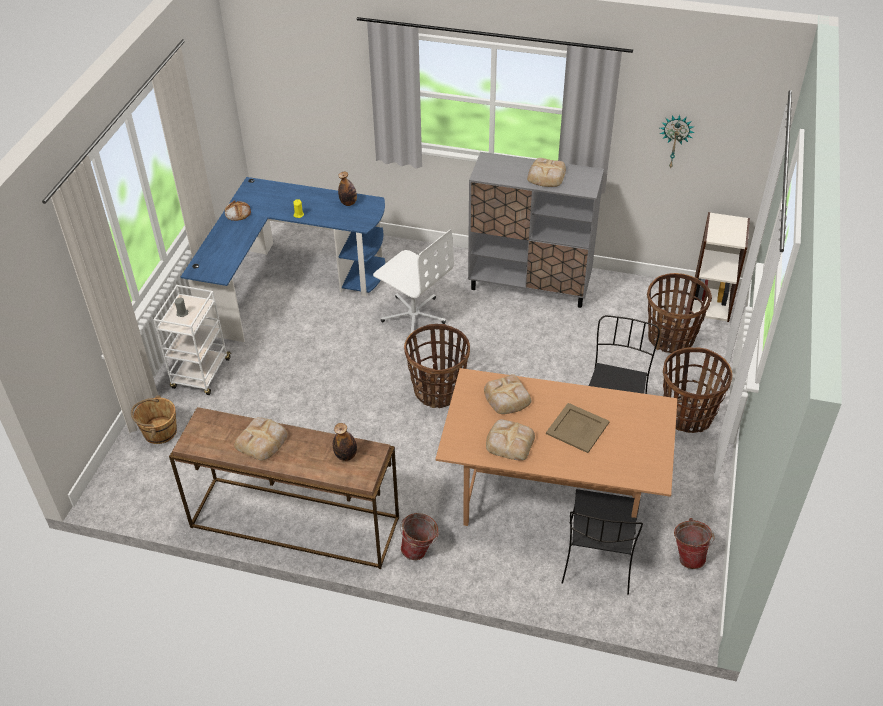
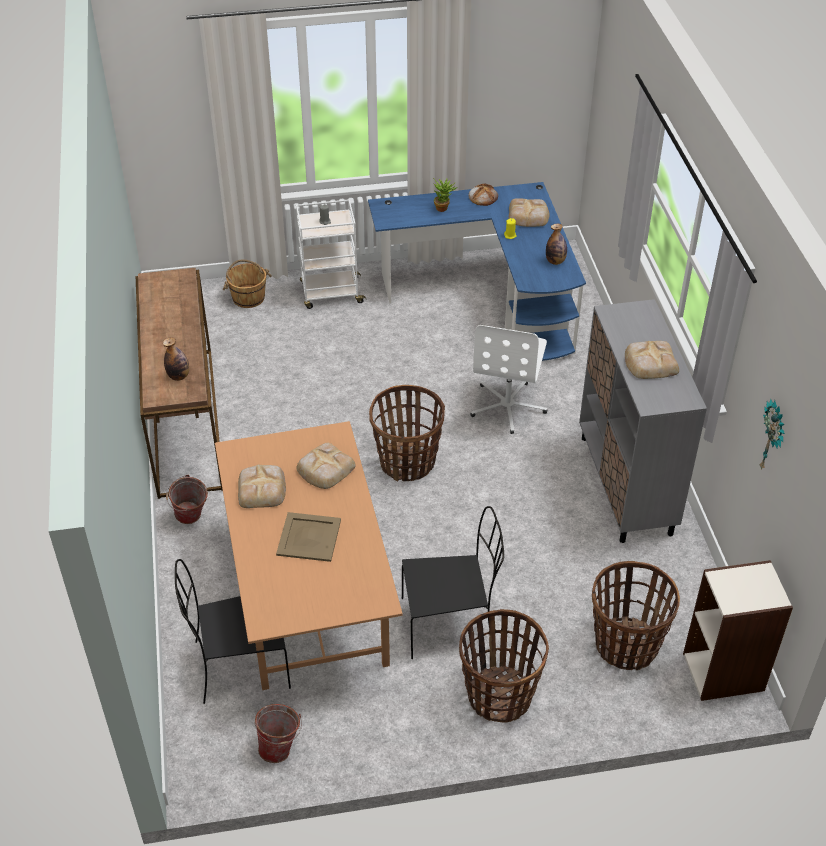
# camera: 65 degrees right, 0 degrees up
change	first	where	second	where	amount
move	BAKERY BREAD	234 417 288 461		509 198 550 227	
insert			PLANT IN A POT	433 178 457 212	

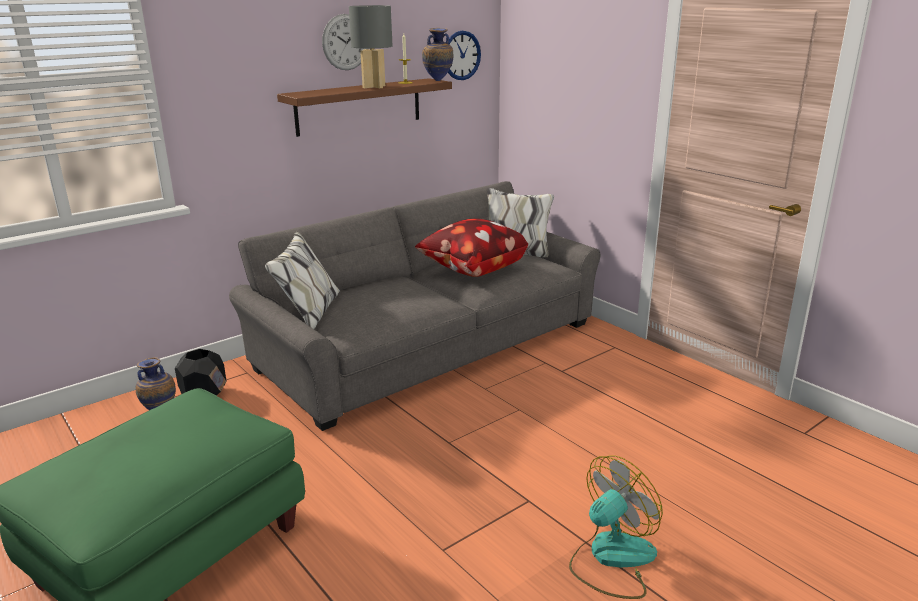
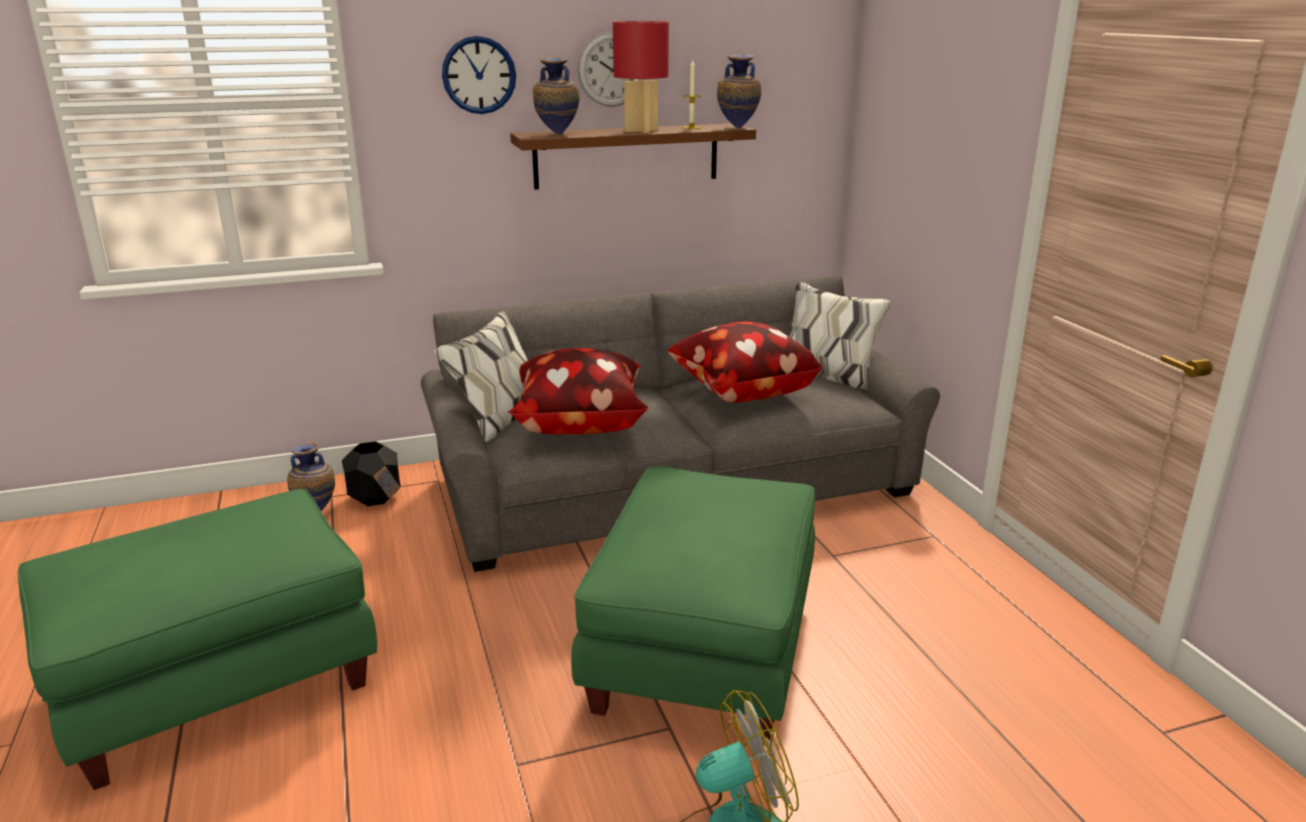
# camera: 20 degrees right, 0 degrees up
change	first	where	second	where	amount
recolor	GREY LAMP FOR A TABLE	349 5 393 88	REDDISH LAMP FOR A TABLE	613 21 669 133	
move	HANGING CLOCK	448 31 481 80		442 36 516 114	
insert			VASE	533 57 580 134	
insert			PILLOW	507 348 649 435	
insert			GREEN-COLOURED OTTOMAN	571 466 815 745	

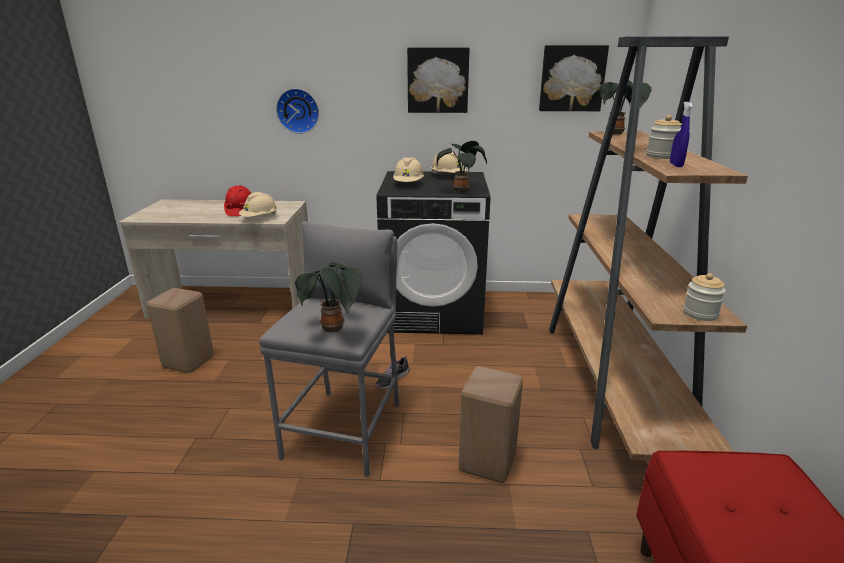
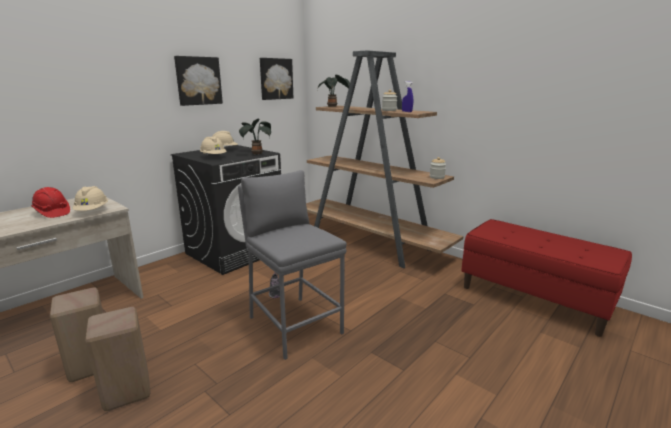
# camera: 50 degrees left, 5 degrees down
change	first	where	second	where	amount
delete	HANGING CLOCK	276 88 319 134			
delete	PLANT IN A POT	295 262 362 332			
move	BEIGE-COLOURED STOOL	459 366 523 483		85 307 151 411	

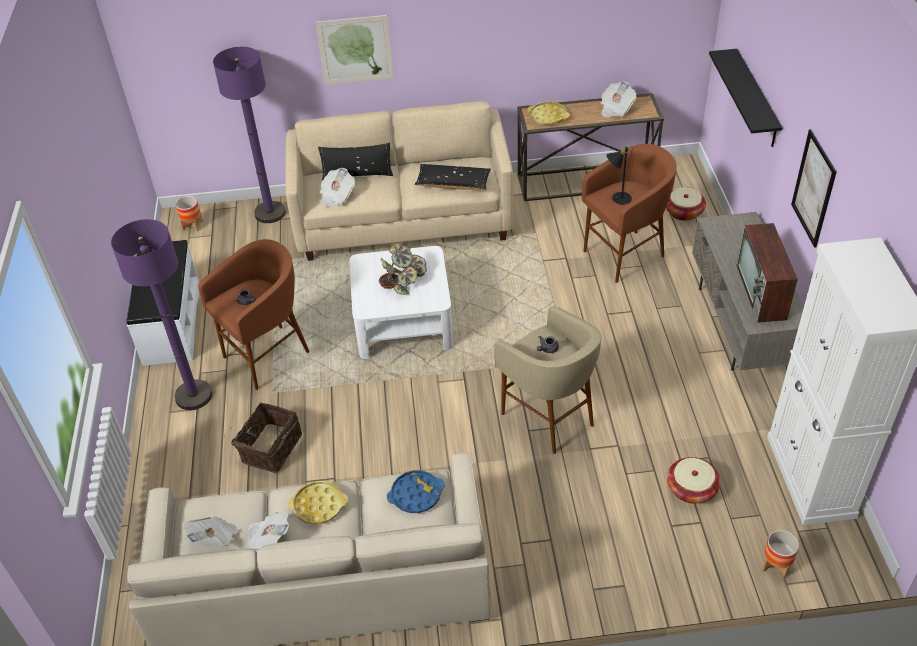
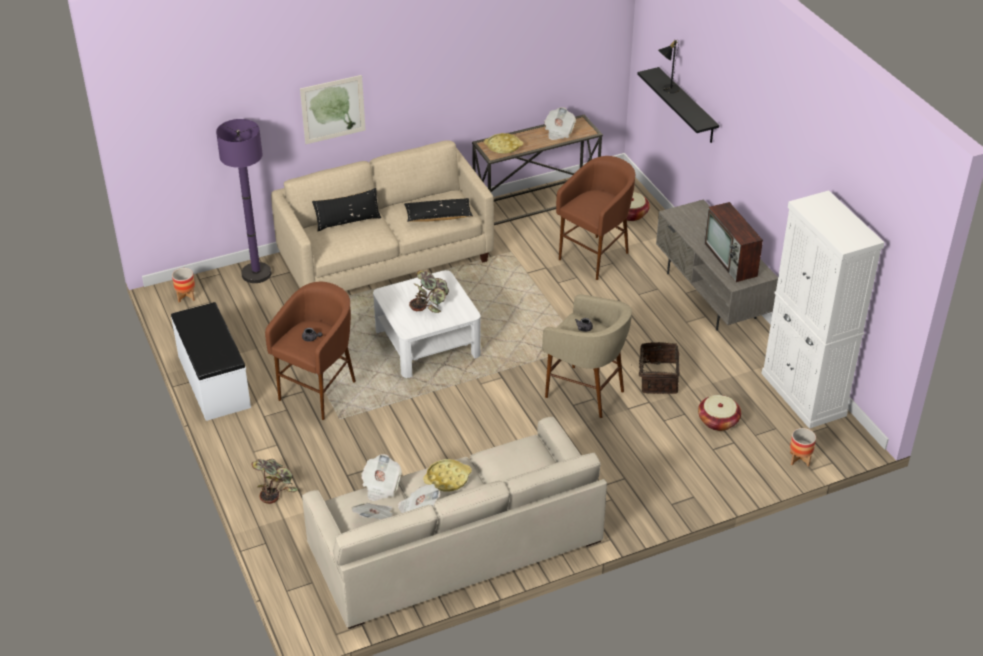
# camera: 20 degrees left, 5 degrees down
change	first	where	second	where	amount
delete	WALL PICTURE	791 129 837 248			
move	BLACK LAMP FOR A TABLE	607 145 632 205		658 40 680 93	
move	PRINTED PAPER	320 168 355 207		361 454 402 501	
delete	PURPLE FLOOR LAMP	111 219 212 410			
move	HOUSEHOLD BASKET	224 403 302 473		639 342 680 394	
delete	BLUE TRAY	387 470 445 513			
insert			PLANT IN A POT	251 459 298 504	

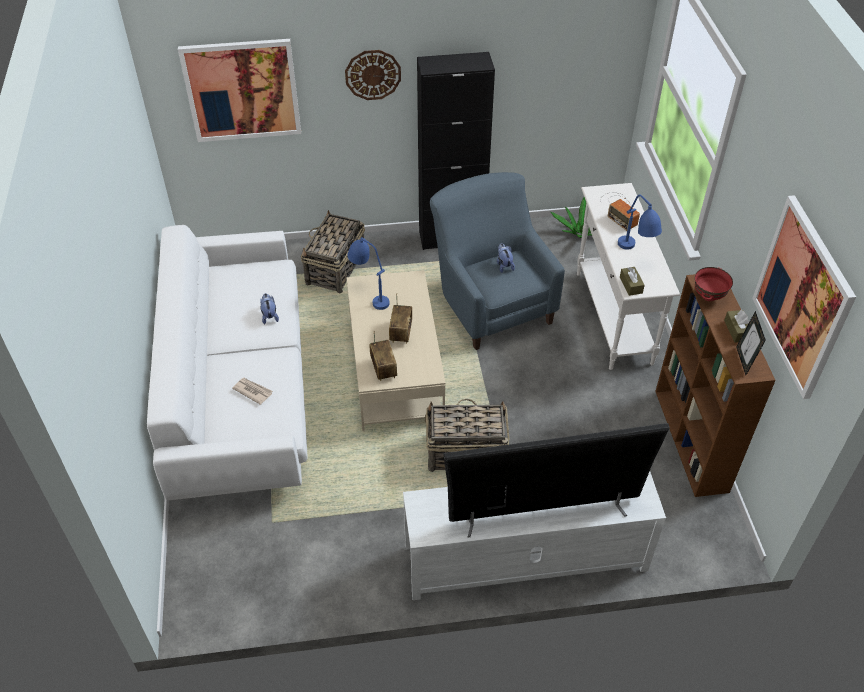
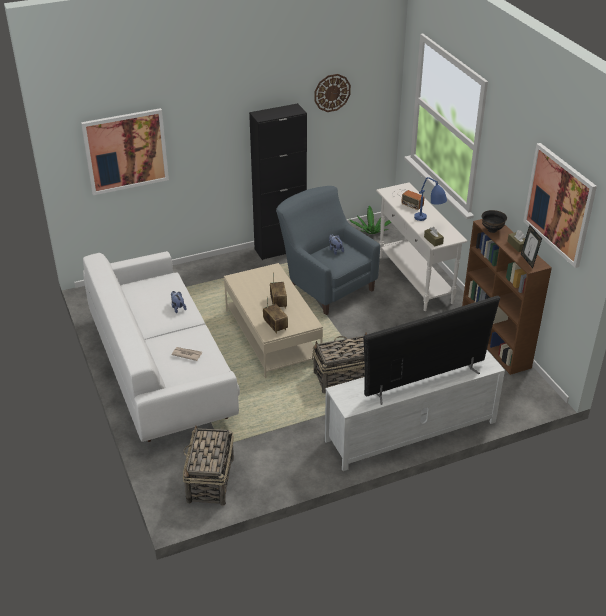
# camera: 15 degrees left, 10 degrees down
change	first	where	second	where	amount
move	HANGING CLOCK	345 50 401 100		314 74 351 112	
move	HOUSEHOLD BASKET	301 210 365 293		183 426 234 506	
delete	BLUE LAMP FOR A TABLE	347 237 390 310			
recolor	REDDISH DEEP DISH	695 267 733 301	BLACK DEEP DISH	482 210 507 233	

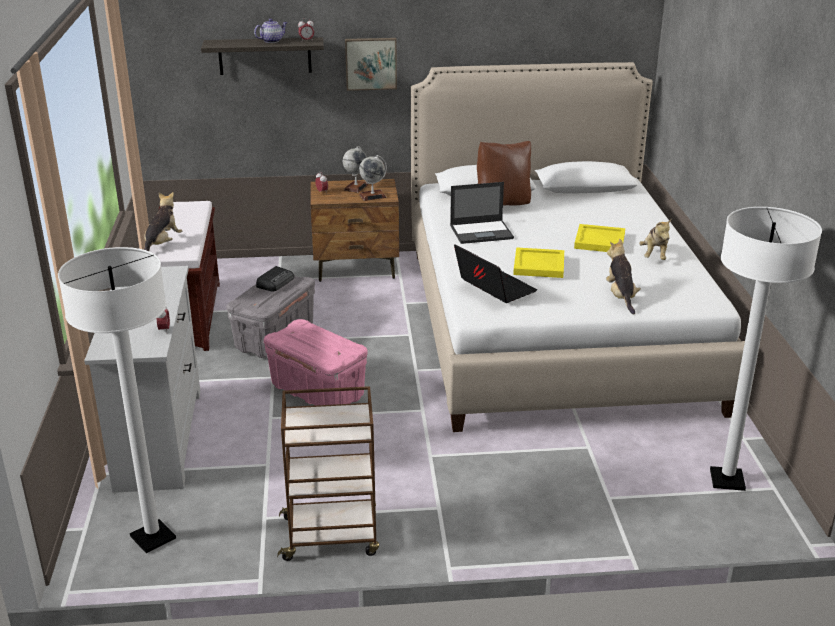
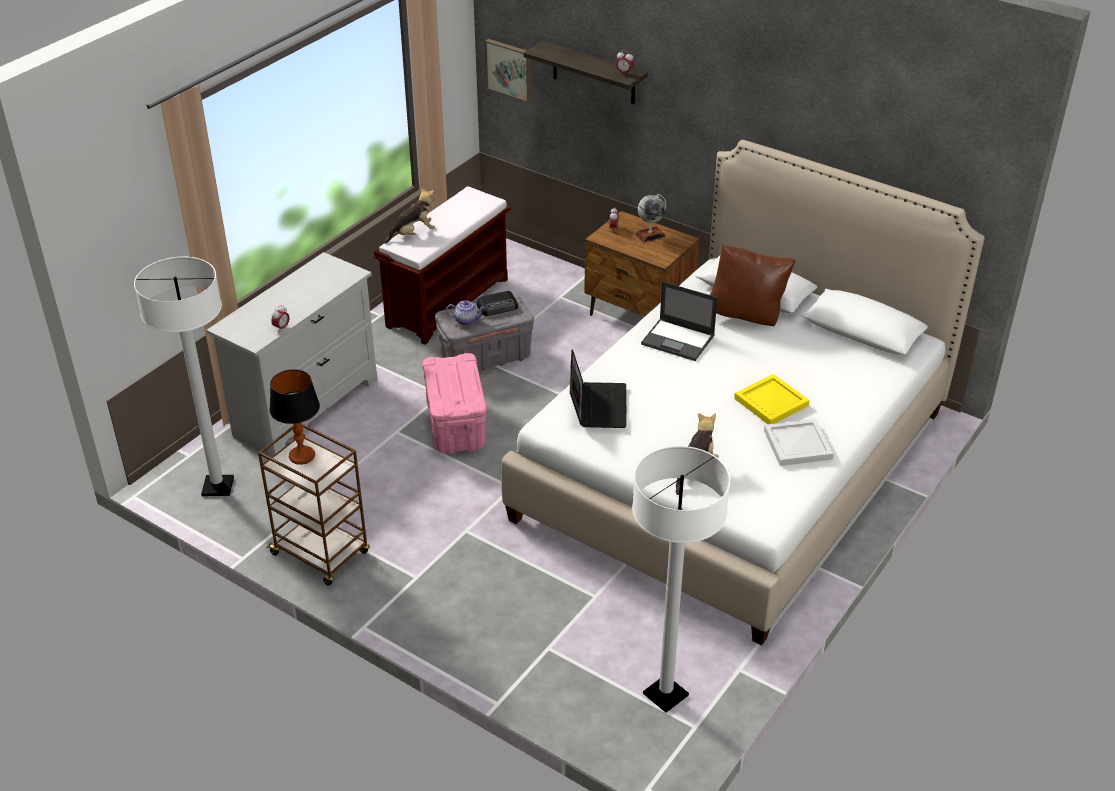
# camera: 40 degrees right, 10 degrees up
change	first	where	second	where	amount
move	TEA POT	254 19 288 43		446 300 486 325	
move	WALL PICTURE	345 38 397 91		485 39 532 102	
delete	WORLD GLOBE	359 155 387 201			
replace	PLUSH TOY	639 218 672 260	WHITE-COLOURED TRAY	764 419 834 466	
delete	YELLOW TRAY	513 247 564 278			
insert			LAMP FOR A TABLE	270 369 320 465	

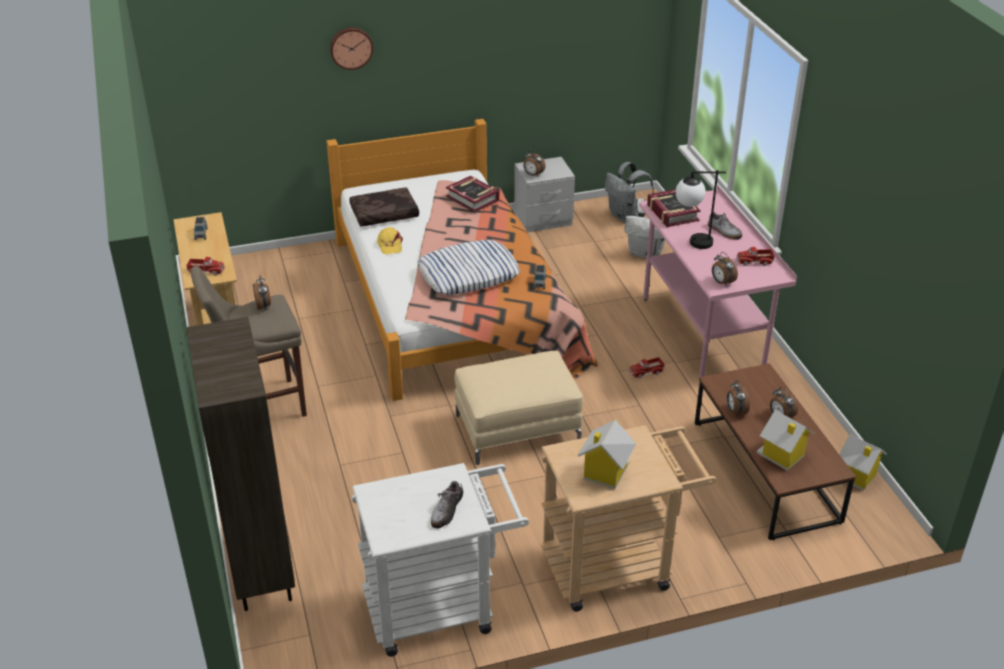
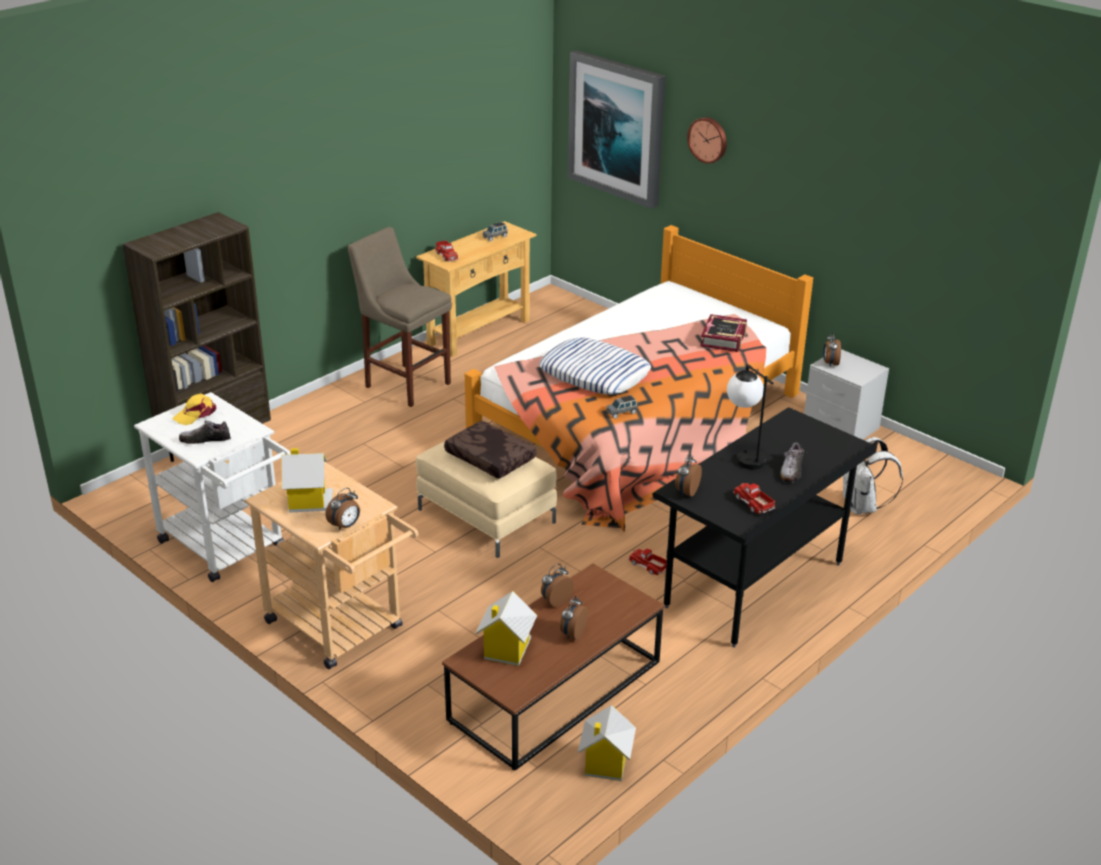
# camera: 60 degrees right, 5 degrees down
change	first	where	second	where	amount
delete	GREY BACKPACK	605 162 654 222			
recolor	PINK DESK TABLE	639 185 797 383	BLACK DESK TABLE	652 407 878 647	
move	BROWN PILLOW	349 188 419 226		444 421 536 479	
delete	BOOK	647 189 701 227			
move	YELLOW PEAKED CAP	377 227 403 254		172 394 217 425	
move	TABLE CLOCK	253 276 271 310		326 488 360 531	
insert			WALL PICTURE	568 50 665 209	

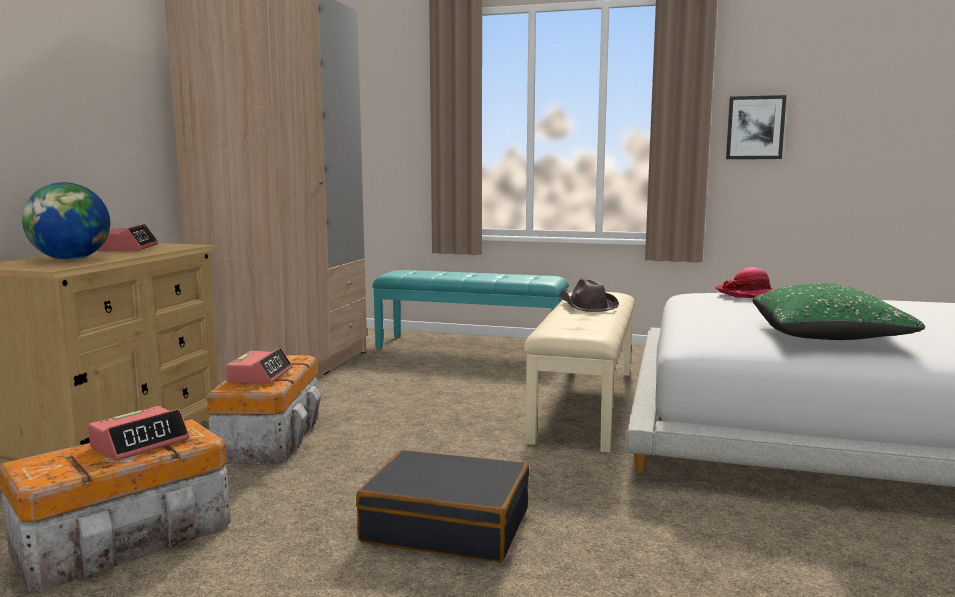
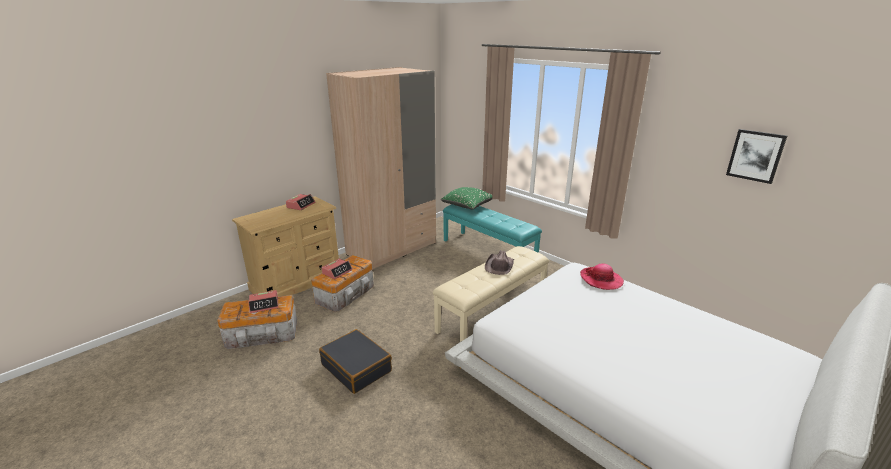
# camera: 30 degrees right, 15 degrees up
change	first	where	second	where	amount
move	WALL PICTURE	726 95 787 159		726 129 787 184	
delete	WORLD GLOBE	22 182 110 260			
move	GREEN-COLOURED PILLOW	753 283 925 340		441 187 492 209	

